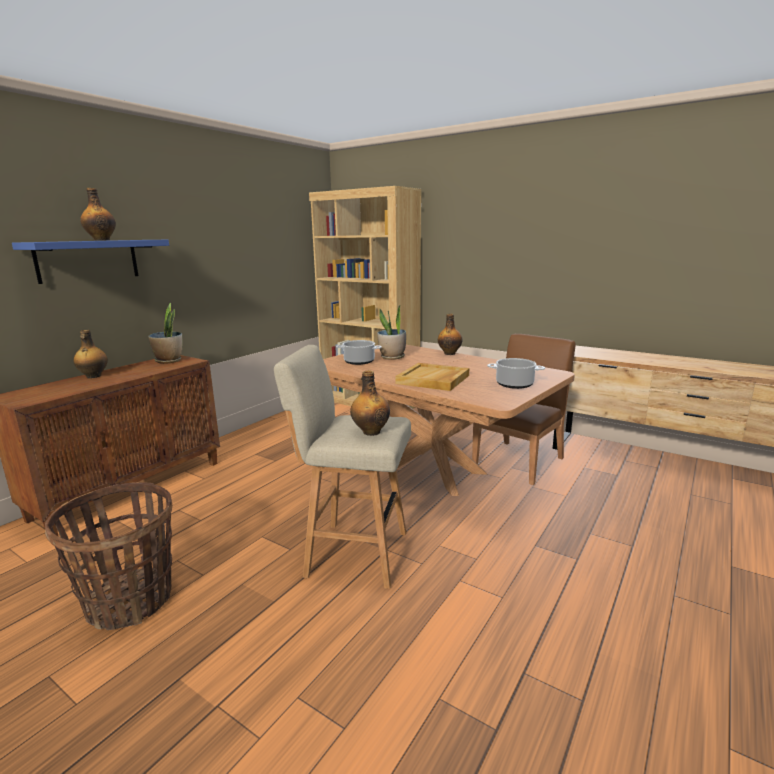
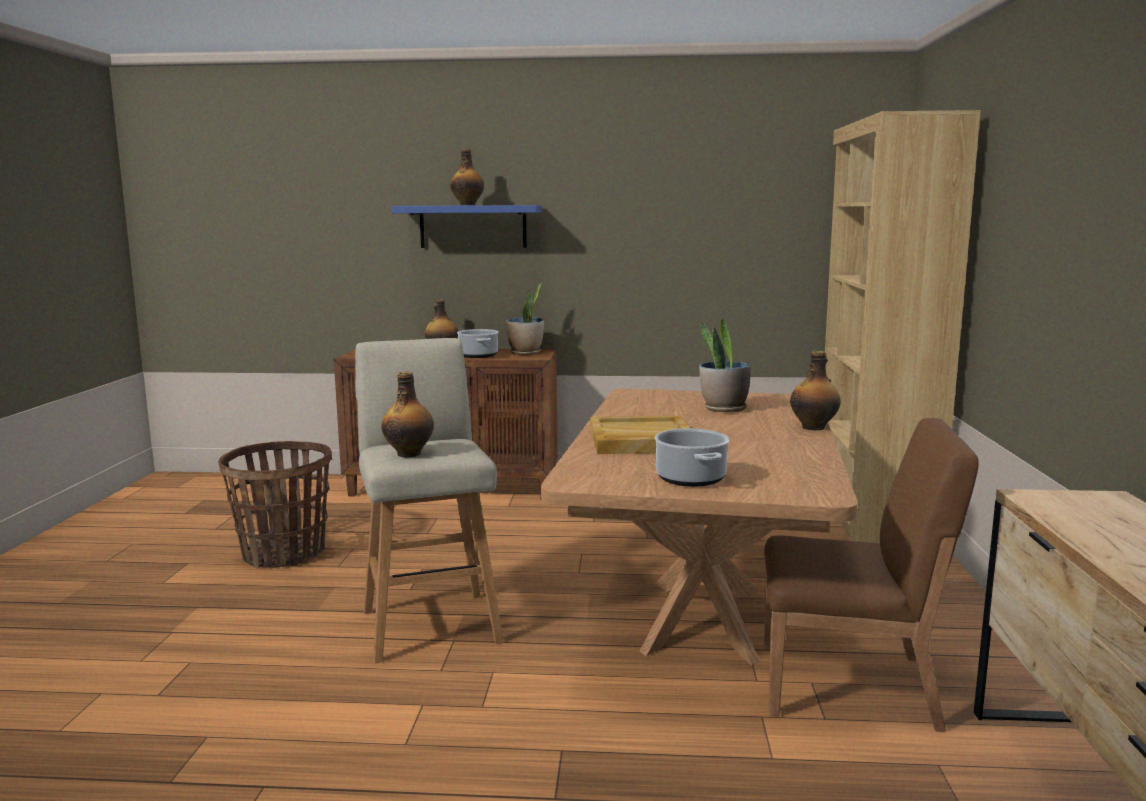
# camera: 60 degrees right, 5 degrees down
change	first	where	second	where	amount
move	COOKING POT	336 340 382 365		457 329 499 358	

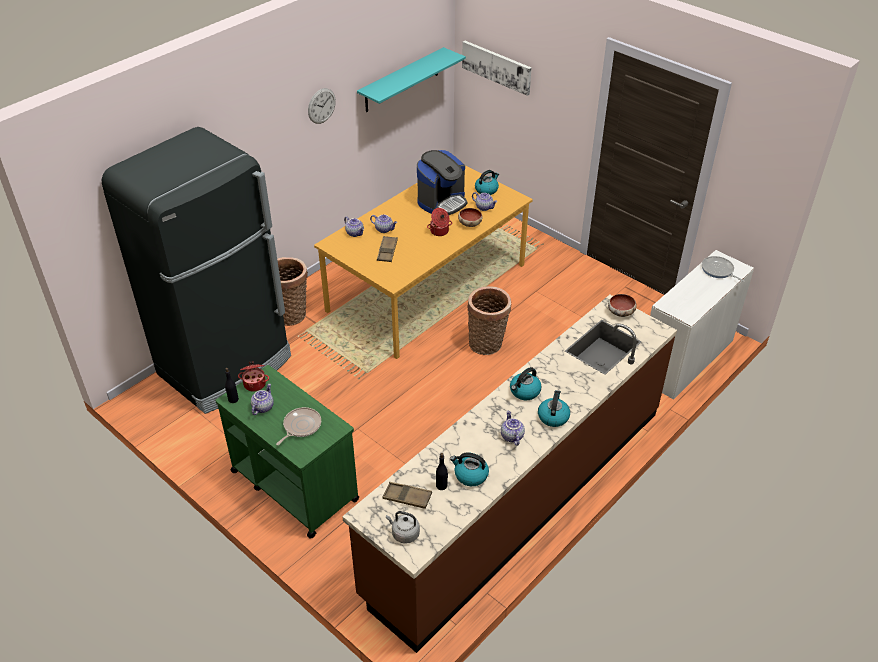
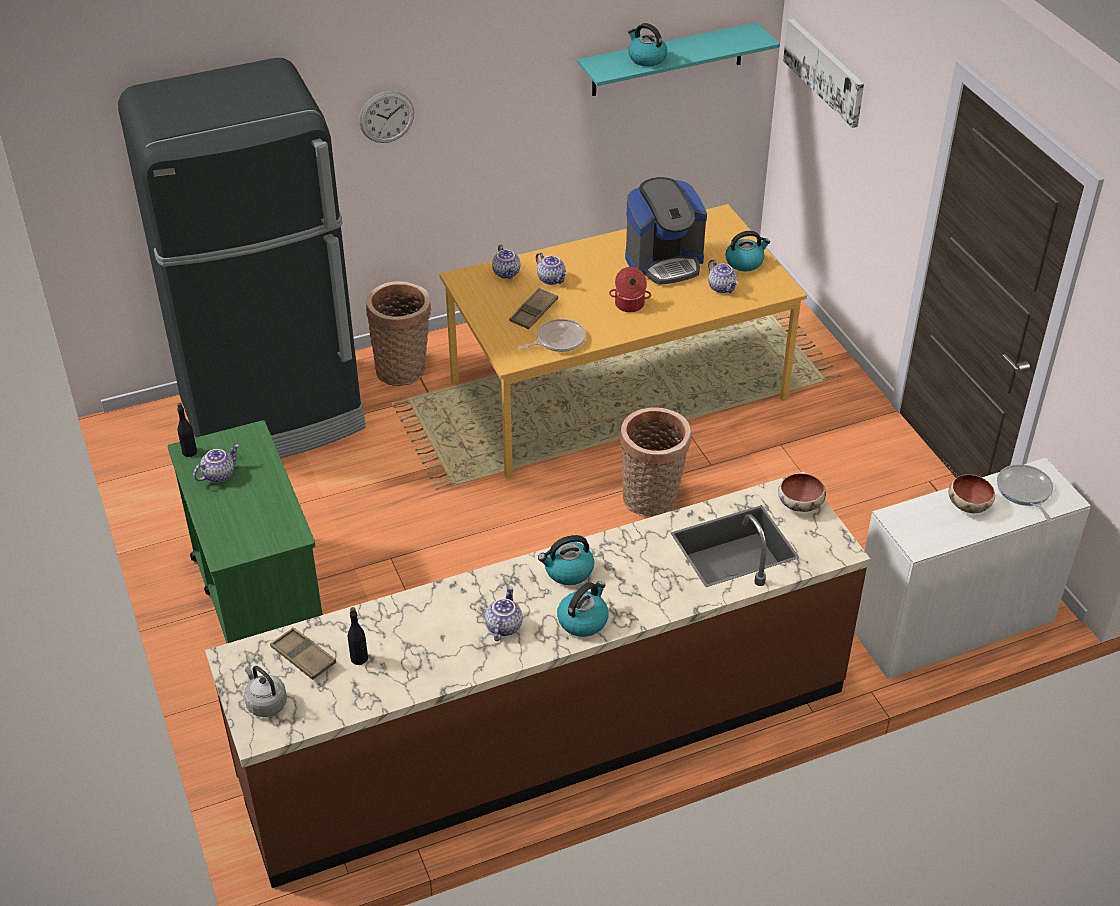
# camera: 25 degrees right, 0 degrees up
change	first	where	second	where	amount
move	HANGING CLOCK	308 88 336 124		359 91 414 143	
move	DEEP DISH	458 208 482 227		949 474 995 513	
delete	COOKING POT	238 361 269 391			
move	FRYING PAN	276 407 321 445		518 319 586 352	
move	KETTLE	450 452 489 486		628 23 667 66	

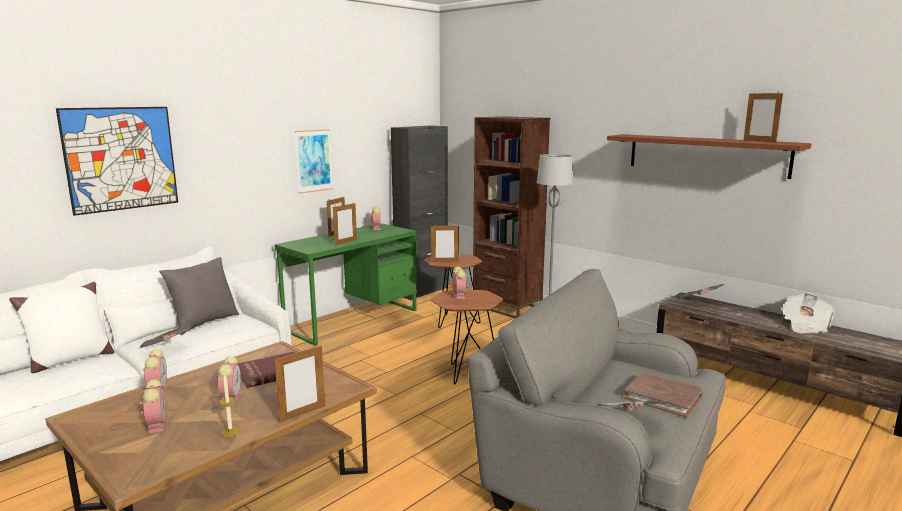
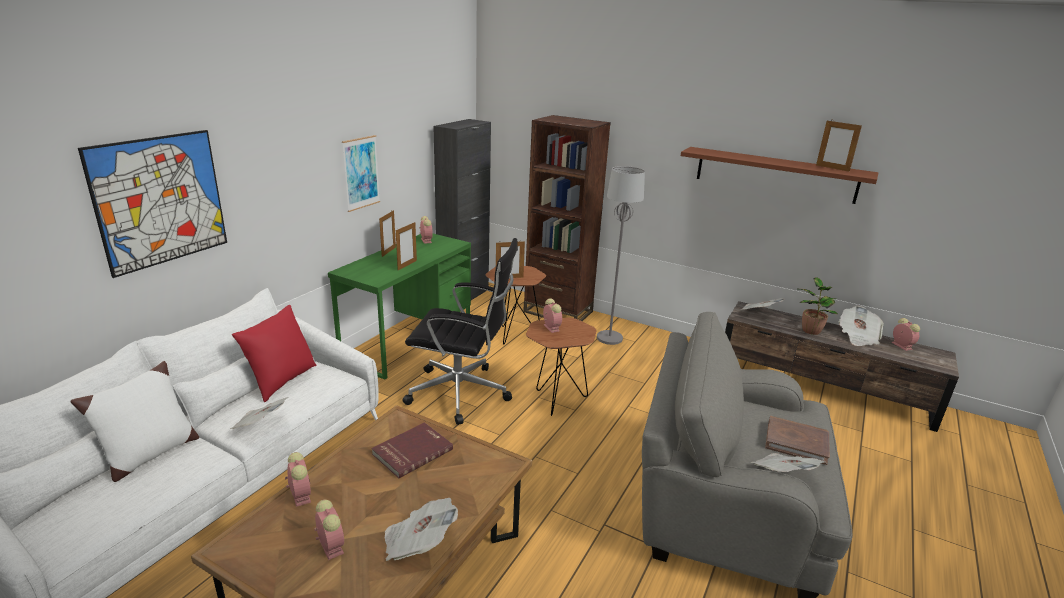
# camera: 15 degrees left, 10 degrees up
change	first	where	second	where	amount
recolor	GREY PILLOW	159 257 239 335	REDDISH PILLOW	232 305 317 402	
delete	PHOTO FRAME	274 345 325 423			
move	TABLE CLOCK	217 356 241 405		892 318 920 351	
replace	WAX LIGHT	220 374 239 437	PRINTED PAPER	384 498 458 561	
insert			BLACK DESK CHAIR	402 238 518 425	
insert			PLANT IN A POT	796 277 838 335	

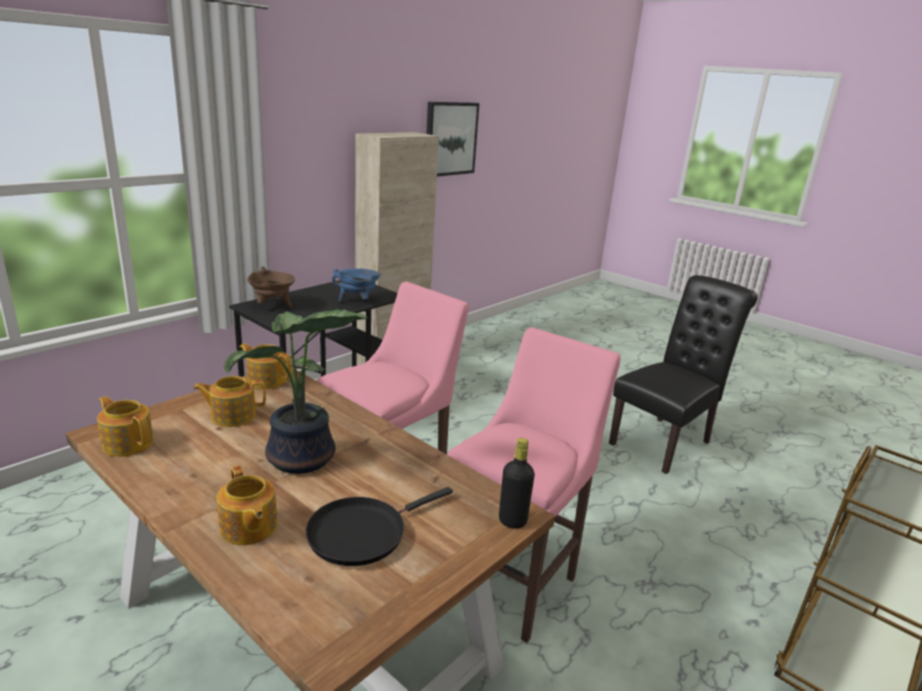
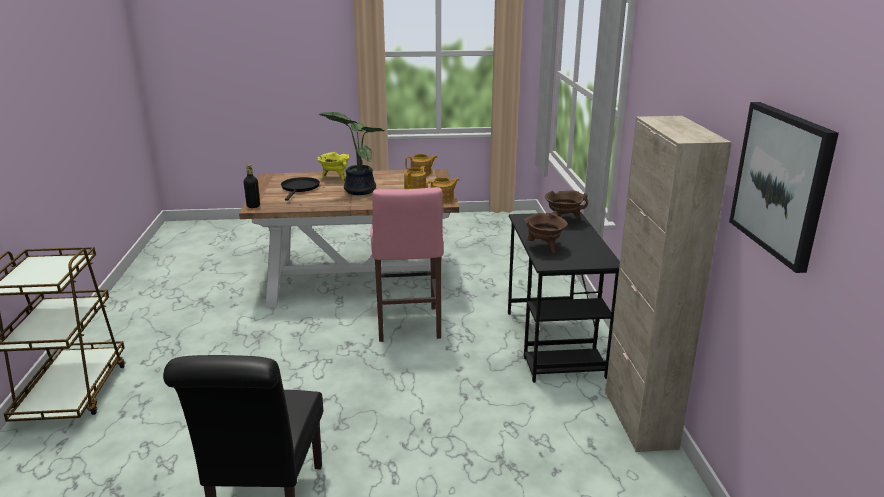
# camera: 135 degrees right, 0 degrees up
change	first	where	second	where	amount
recolor	BLUE COOKING POT	332 268 381 302	BROWN COOKING POT	525 211 567 254	
delete	PINK STOOL	447 327 621 643			
replace	TEA POT	217 465 277 545	YELLOW COOKING POT	317 152 349 181	

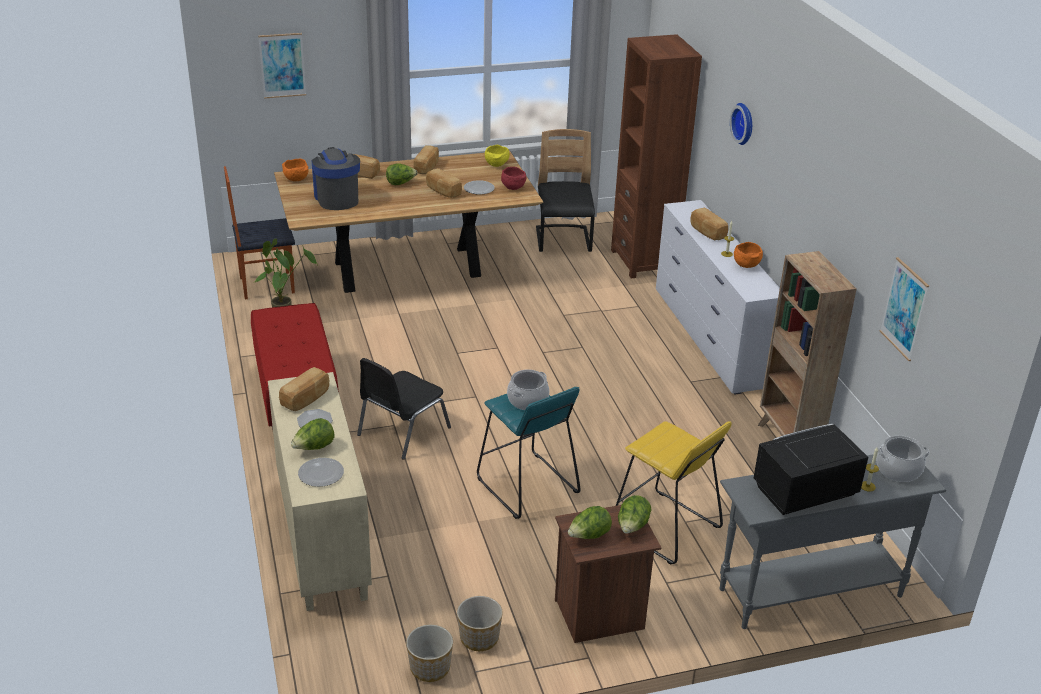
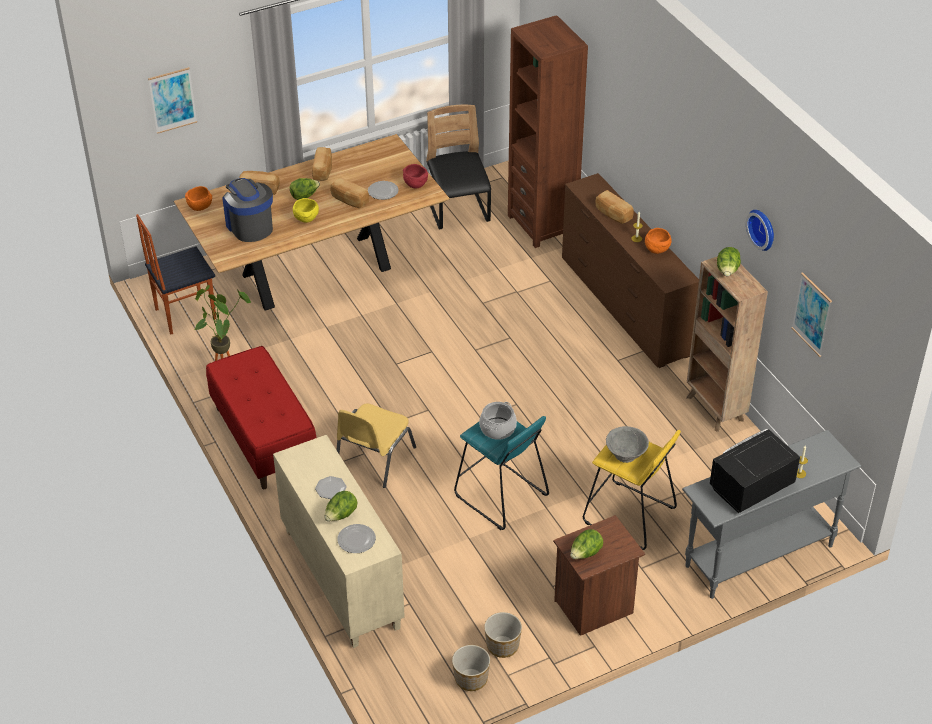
# camera: 10 degrees left, 10 degrees up
change	first	where	second	where	amount
move	HANGING CLOCK	730 103 752 145		746 210 774 251	
move	YELLOW DEEP DISH	485 145 510 167		293 198 319 223	
recolor	WHITE-COLOURED DRAWER CHEST	656 200 780 395	BROWN DRAWER CHEST	562 173 699 368	
recolor	BLACK PLAIN CHAIR	357 358 451 460	YELLOW PLAIN CHAIR	336 403 416 488	
delete	BAKERY BREAD	279 367 329 411			
delete	COOKING POT	876 435 929 482			
move	LETTUCE	618 495 652 534		717 247 741 276	
insert			GREY DEEP DISH	606 426 649 463	

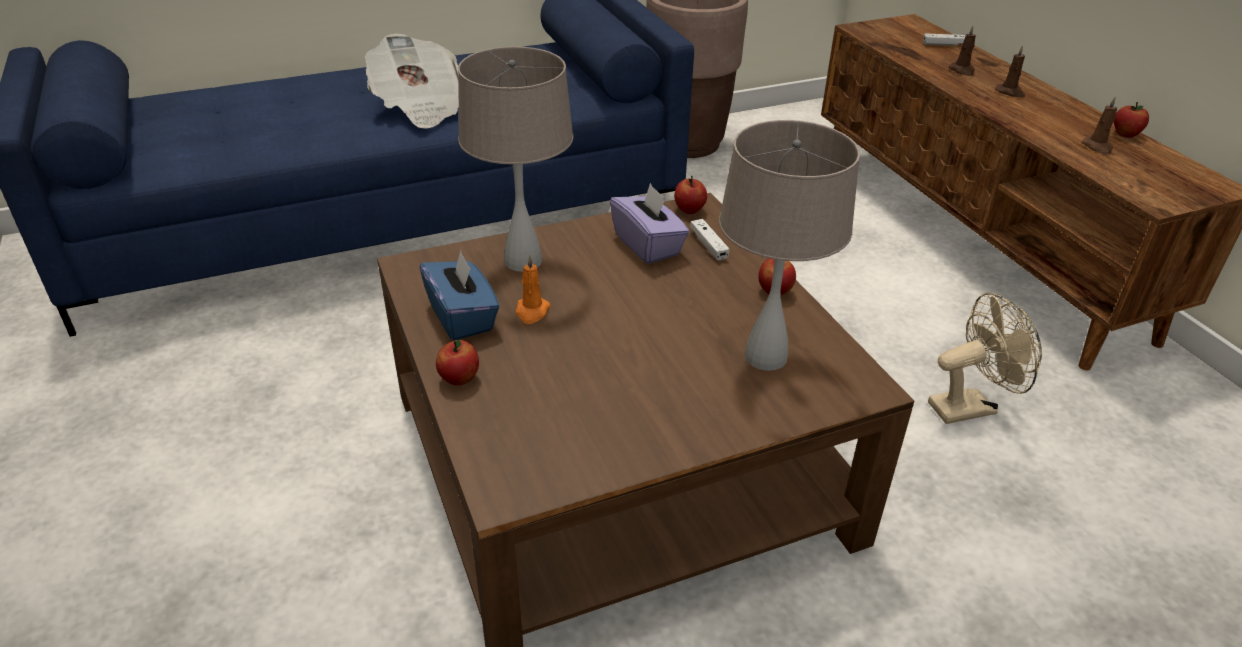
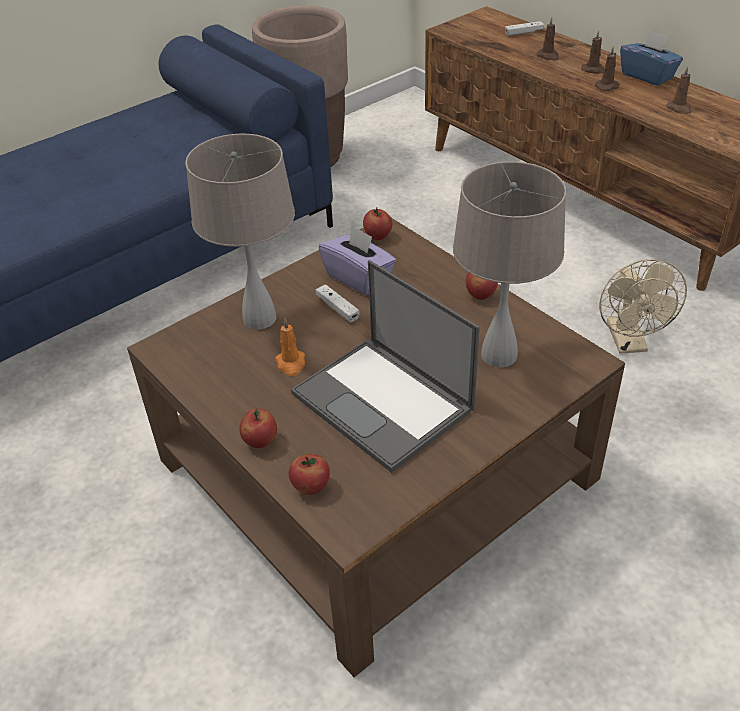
# camera: 15 degrees left, 5 degrees up
change	first	where	second	where	amount
delete	PRINTED PAPER	365 33 459 129			
move	WHOLE APPLE	1114 102 1149 138		289 454 330 495	
move	WHITE-COLOURED GAMEPAD	690 219 729 261		316 284 359 322	
move	BLUE TISSUE HOLDER	420 250 500 341		620 31 683 86	
rotate	BEIGE-COLOURED ELECTRIC FAN	928 293 1042 424		600 259 687 354	120 degrees clockwise
insert			BROWN WAX LIGHT	595 46 620 91	
insert			LAPTOP	291 260 480 473	

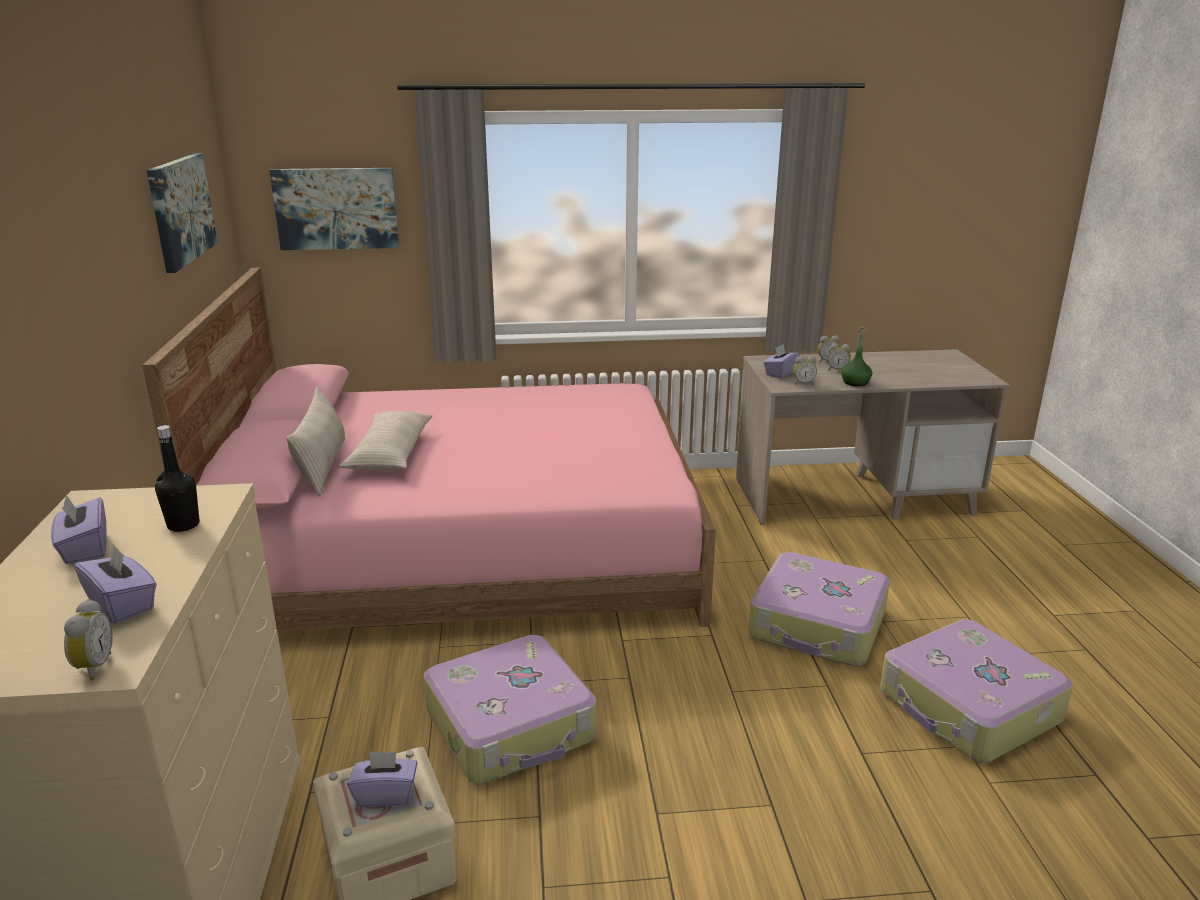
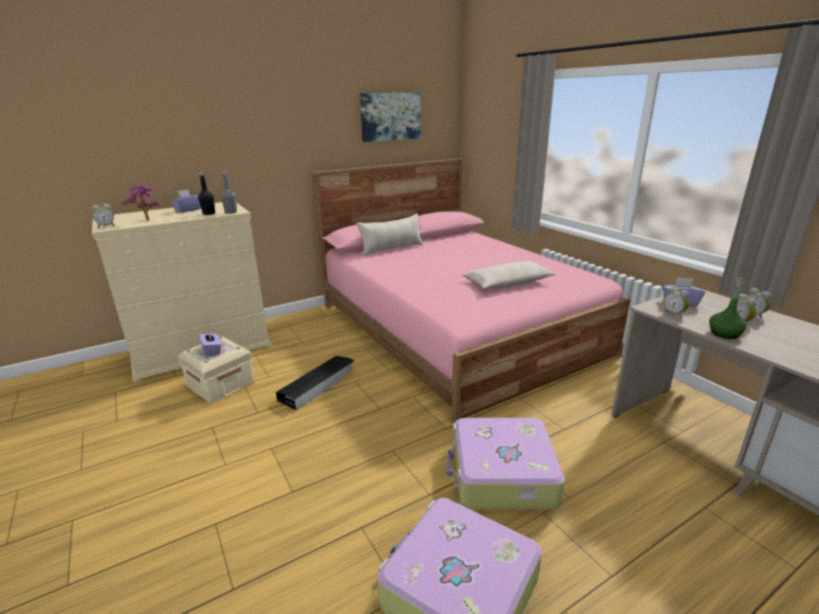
# camera: 65 degrees right, 0 degrees up
change	first	where	second	where	amount
delete	WALL PICTURE	269 168 399 250			
move	BEIGE-COLOURED PILLOW	339 411 433 471		462 261 556 289	
replace	PURPLE TISSUE HOLDER	74 543 157 624	PLANT IN A POT	121 184 160 220	
replace	PIECE OF LUGGAGE	423 635 596 785	BLACK STORAGE CONTAINER	276 356 354 410	
insert			GREY BOTTLE	221 170 237 214	

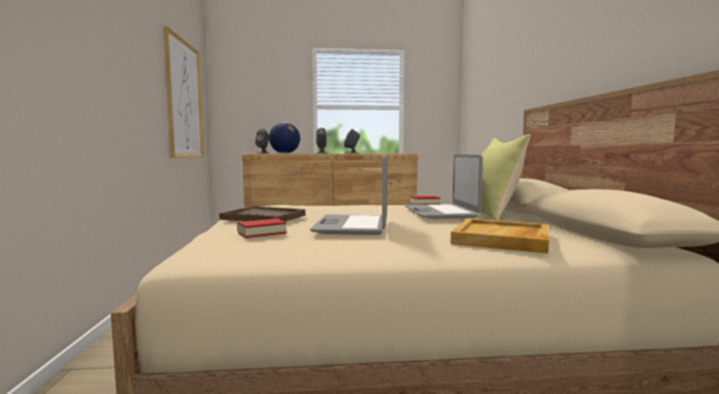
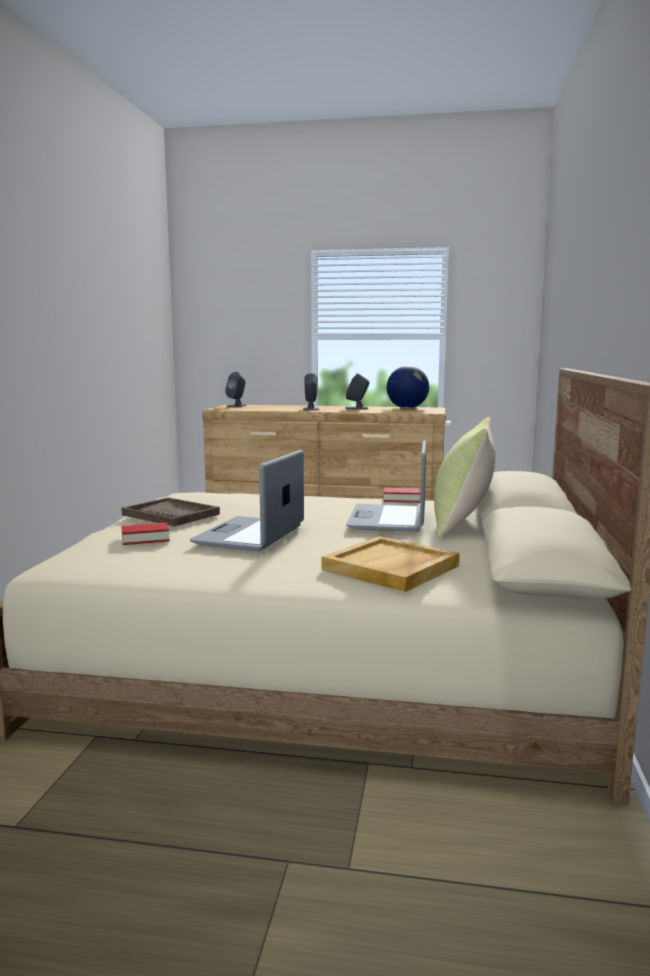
# camera: 15 degrees right, 5 degrees up
change	first	where	second	where	amount
delete	WALL PICTURE	164 26 204 158			
move	WORLD GLOBE	269 122 300 154		387 366 429 409	

